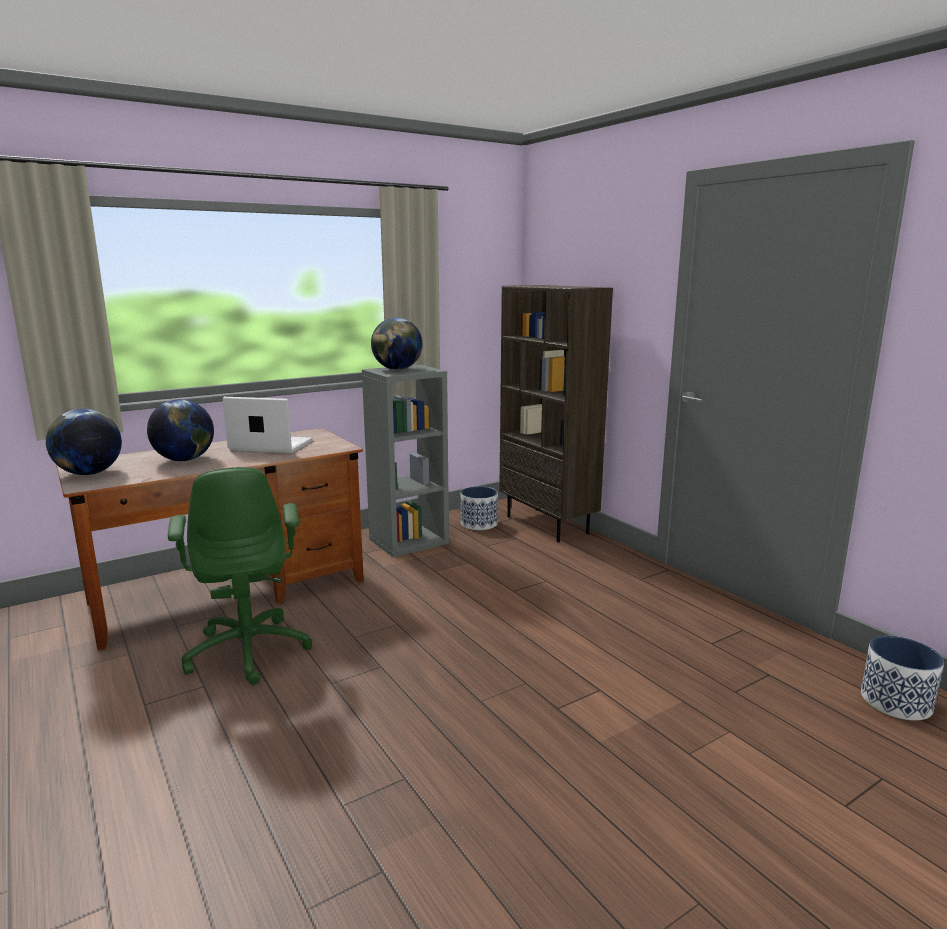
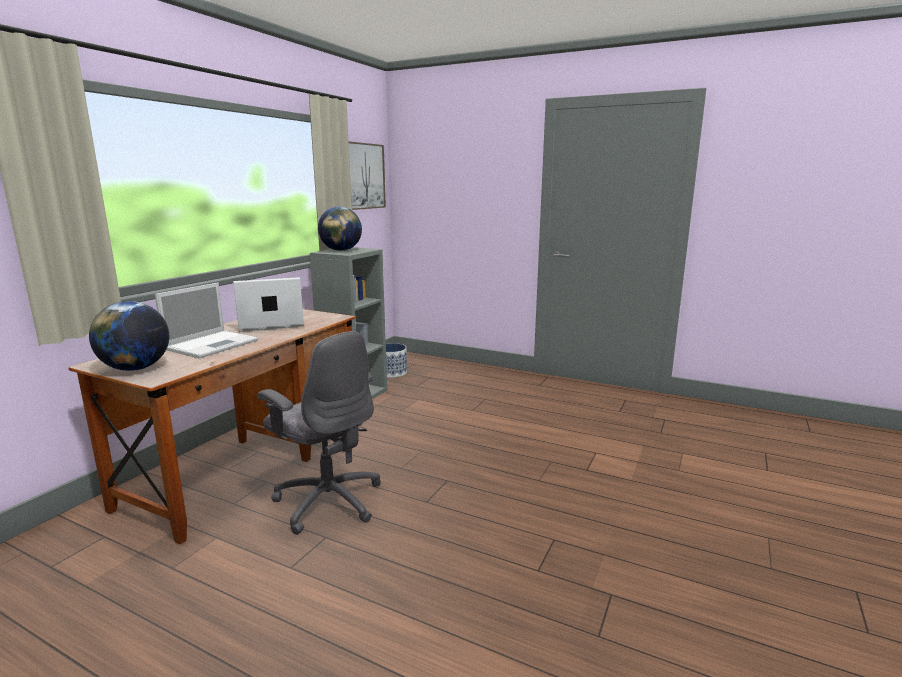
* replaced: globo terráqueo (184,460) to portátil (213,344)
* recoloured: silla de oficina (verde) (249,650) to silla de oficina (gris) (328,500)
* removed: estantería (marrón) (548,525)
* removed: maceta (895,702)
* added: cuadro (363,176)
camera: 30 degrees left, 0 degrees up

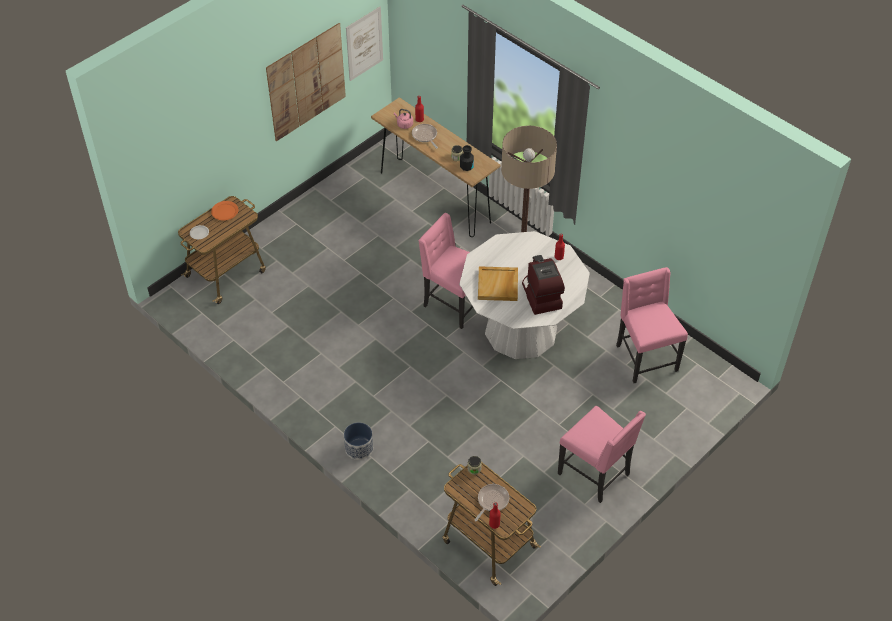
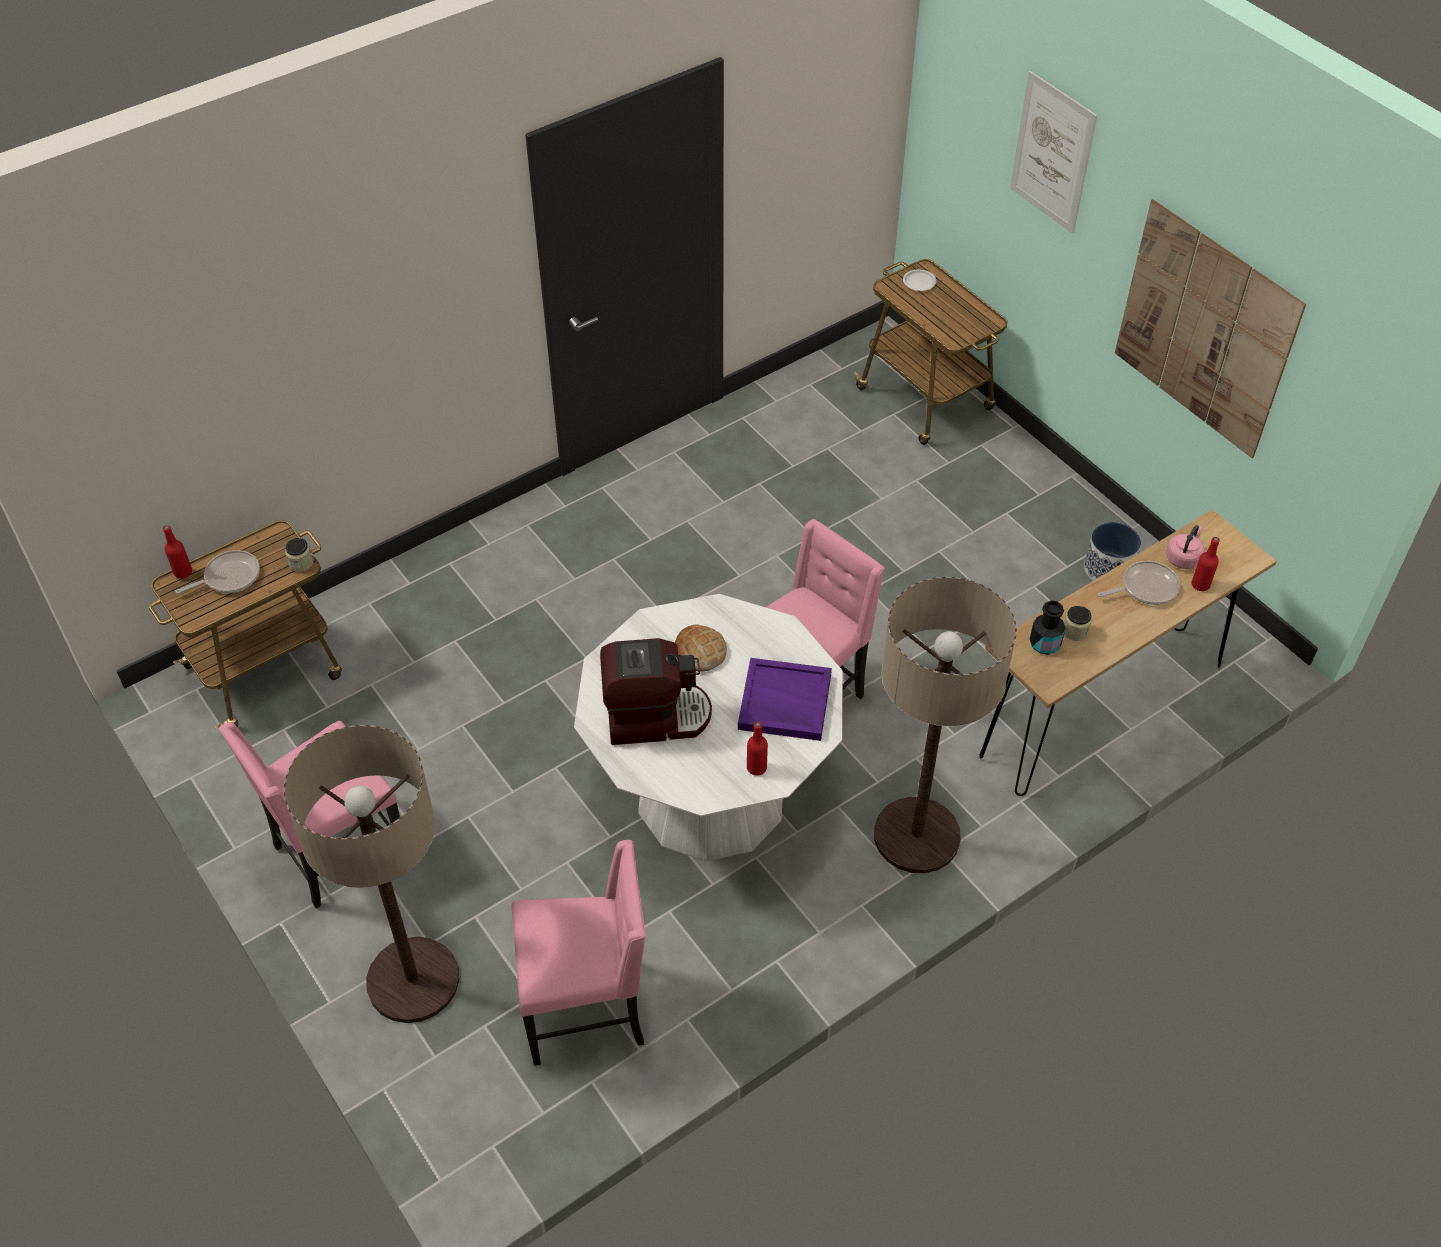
* removed: plato (naranja) (225,212)
* moved: maceta (359,448) to (1108,569)
* moved: cuadro (364,43) to (1052,153)
* turned: sartén (491,501) = (229,577) 75 degrees counterclockwise
* replaced: bandeja (beis) (498,285) to pan (699,652)
* added: lámpara de pie (413,980)
* added: bandeja (morado) (784,702)
camera: 100 degrees right, 0 degrees up

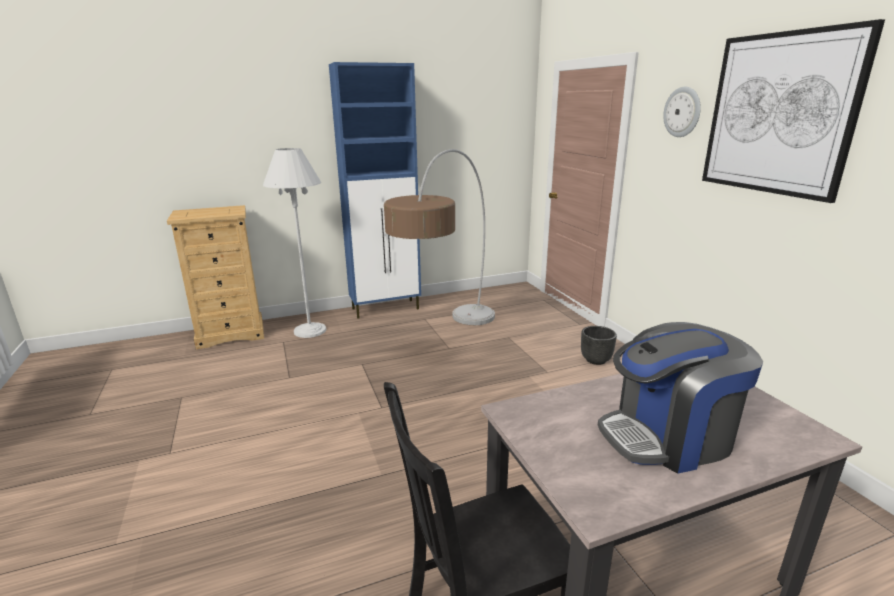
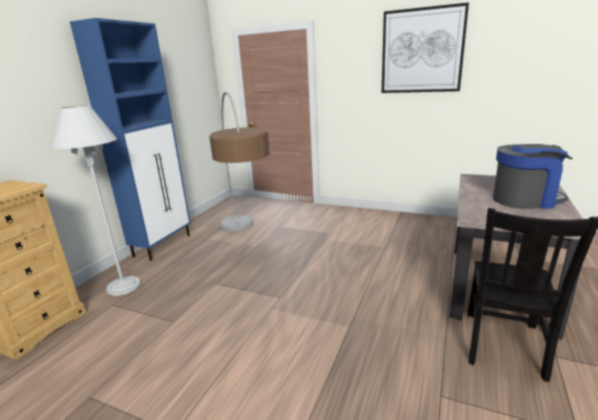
* removed: maceta (negro) (596,360)
* turned: cafetera (668,437) = (525,200) 120 degrees counterclockwise
* removed: reloj de pared (682,112)
camera: 45 degrees left, 0 degrees up

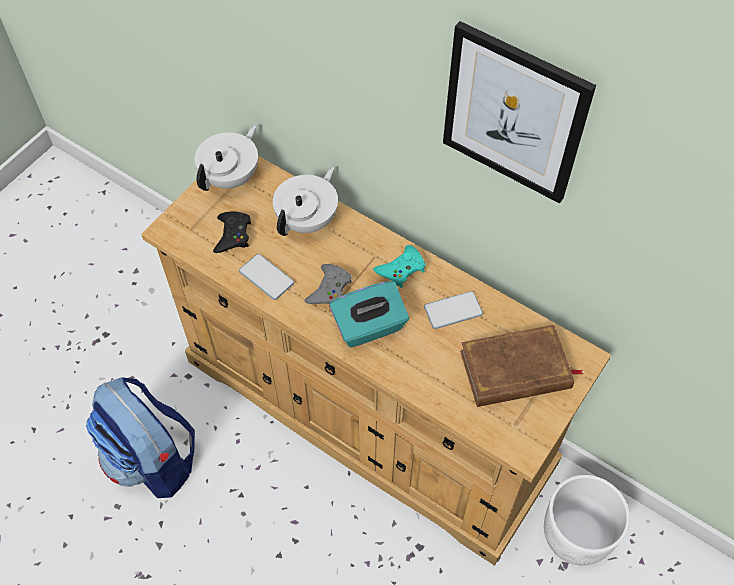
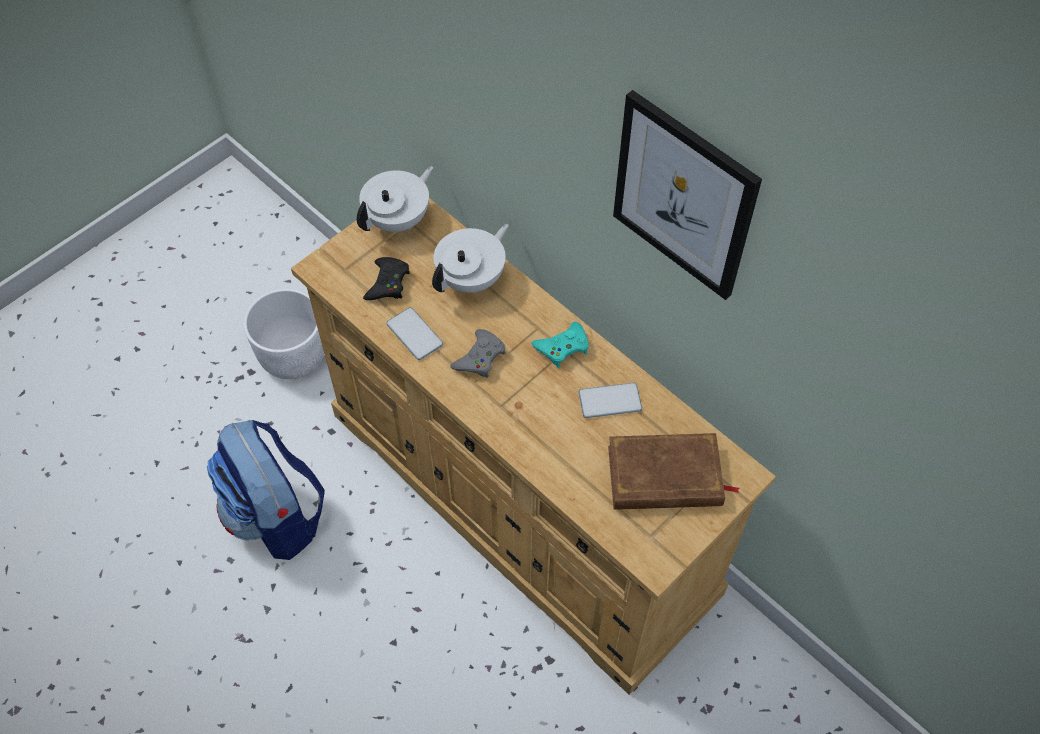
* removed: caja de pañuelos (turquesa) (369,327)
* moved: maceta (blanco) (577,534) to (294,355)
camera: 10 degrees right, 0 degrees up

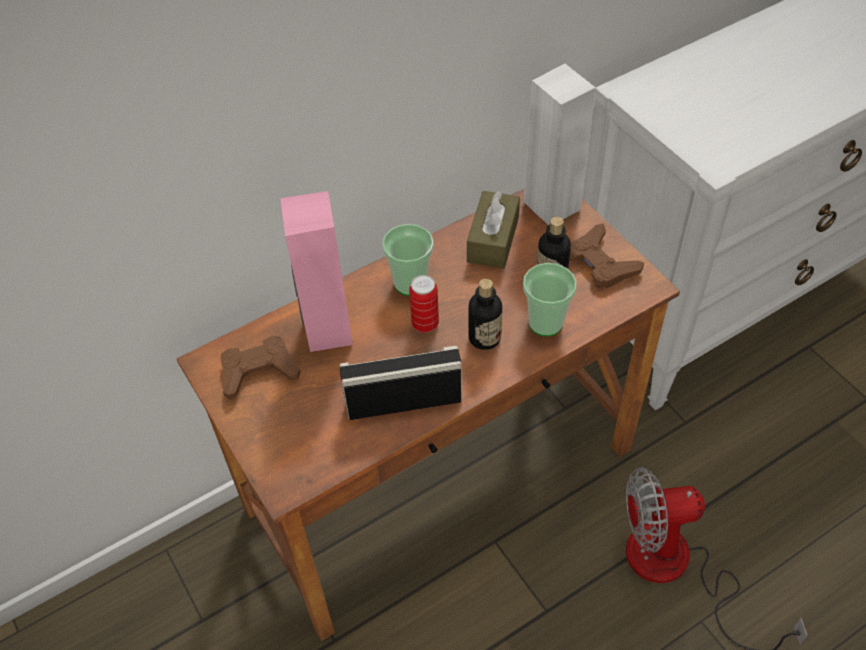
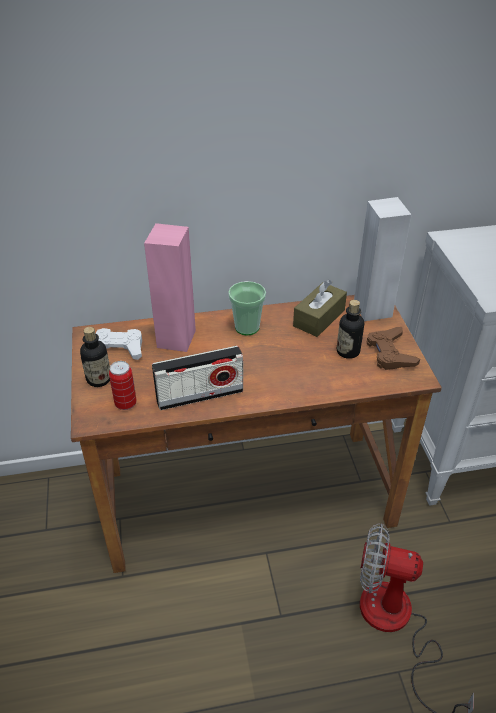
* recoloured: mando de consola (marrón) (258,371) to mando de consola (blanco) (117,349)
* turned: radio (403,401) = (200,395) 150 degrees clockwise
* moved: lata (425,324) to (126,404)
* moved: botella (484,338) to (99,379)
* removed: taza (545,323)
camera: 20 degrees right, 10 degrees down

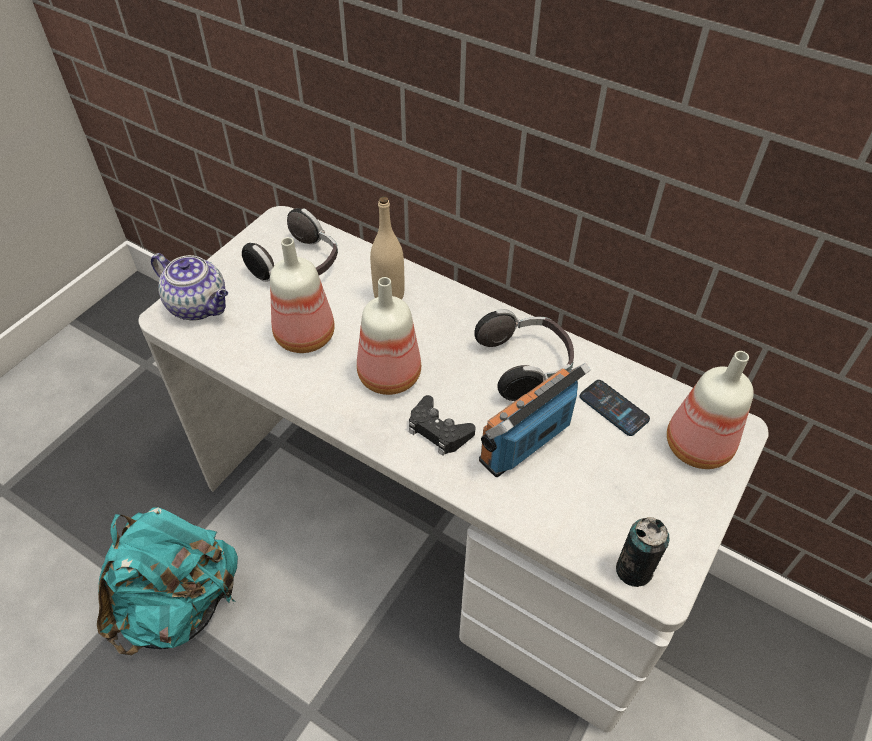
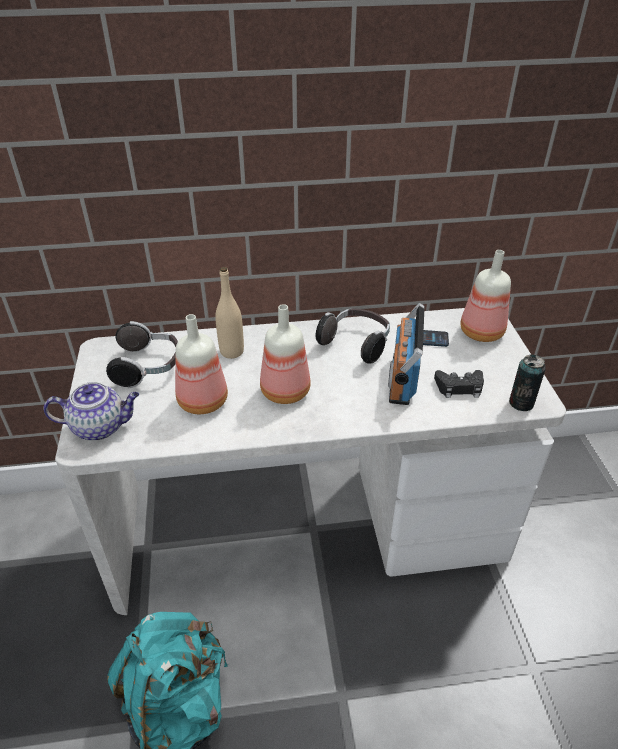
* moved: mando de consola (negro) (438,430) to (459,387)
camera: 40 degrees left, 10 degrees down

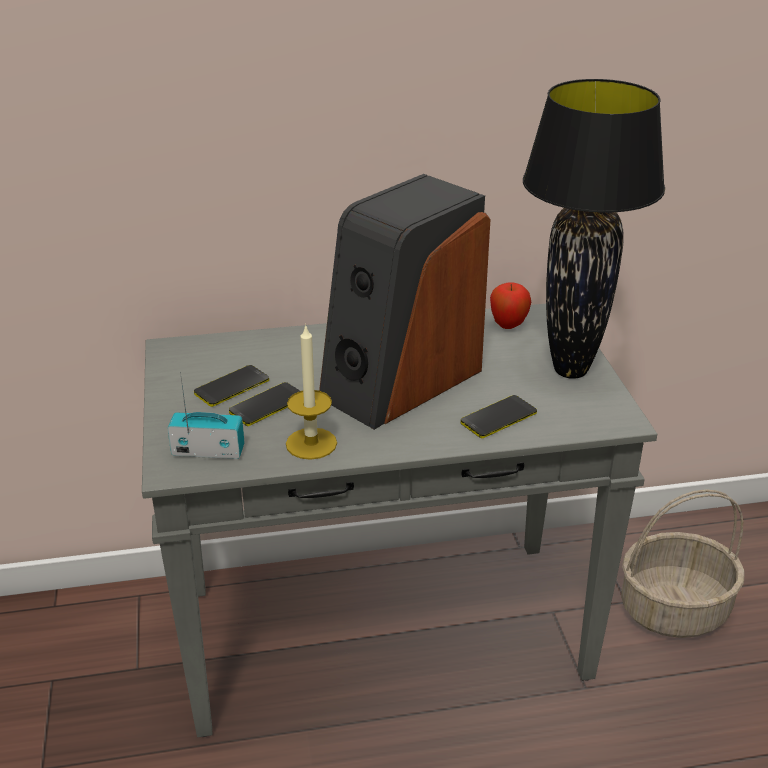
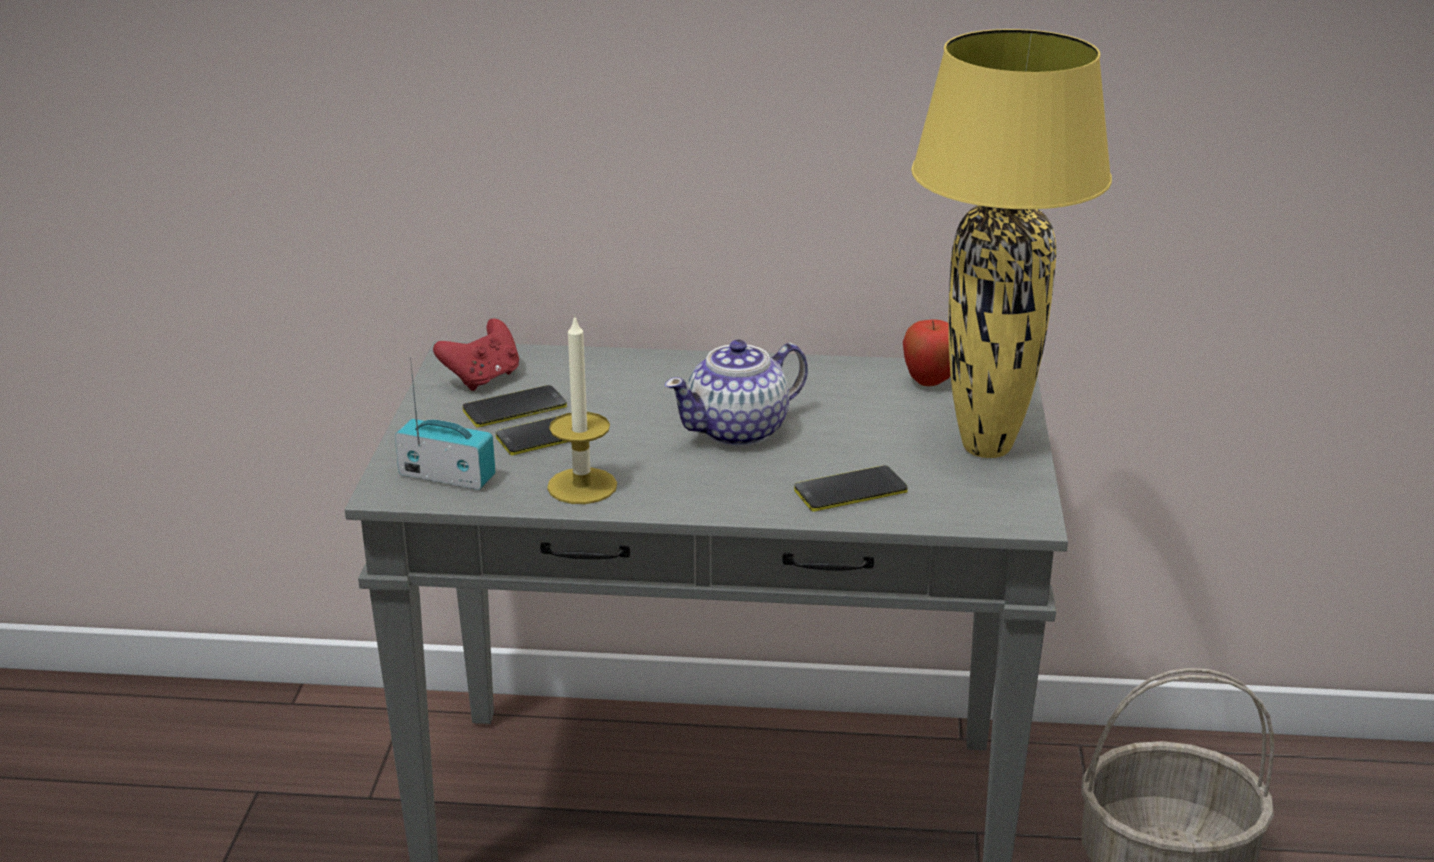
* replaced: altavoz (400,382) to tetera (739,431)
* recoloured: lámpara de mesa (negro) (569,370) to lámpara de mesa (amarillo) (985,447)
* added: mando de consola (rojo) (483,379)
camera: 15 degrees right, 5 degrees down

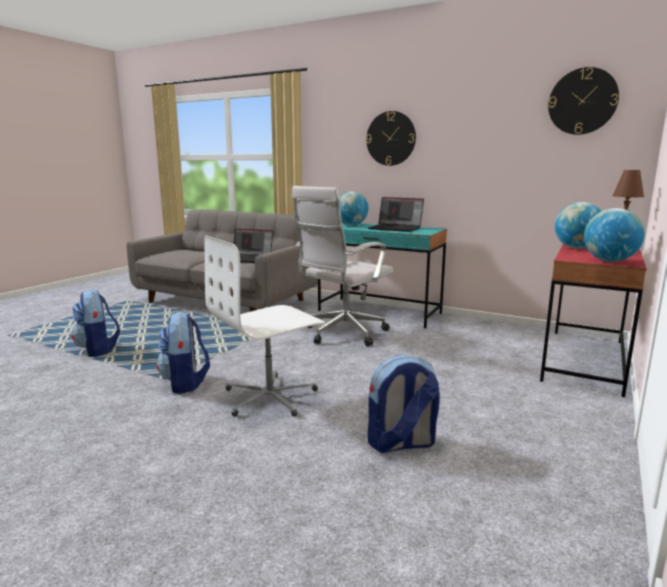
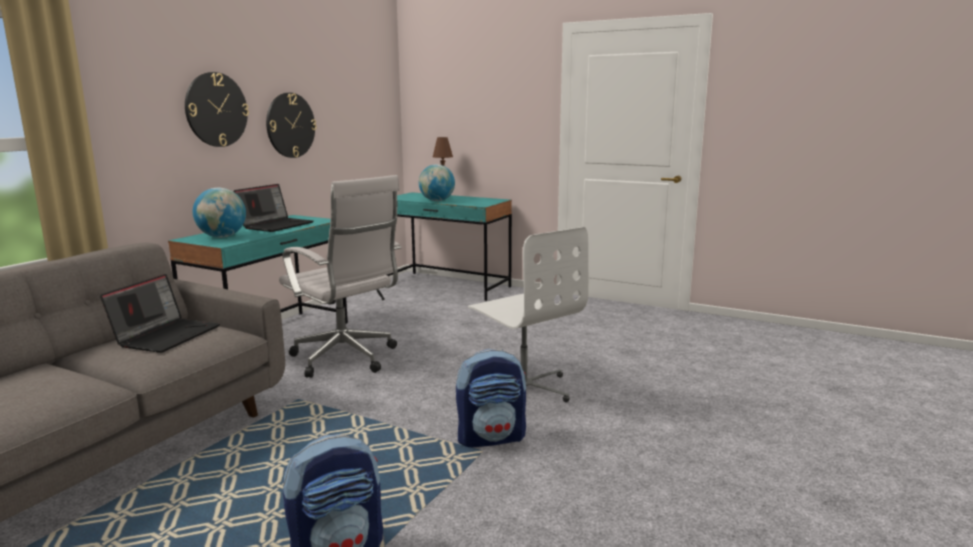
* removed: mochila (401,444)
* recoloured: escritorio (rojo) (584,360) to escritorio (turquesa) (447,286)
* moved: reloj de pared (582,101) to (290,125)
* removed: globo terráqueo (609,261)
camera: 90 degrees left, 0 degrees up

